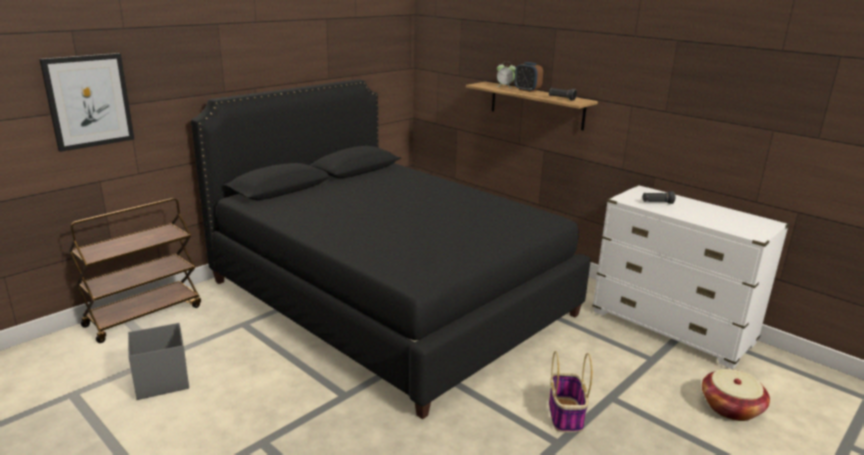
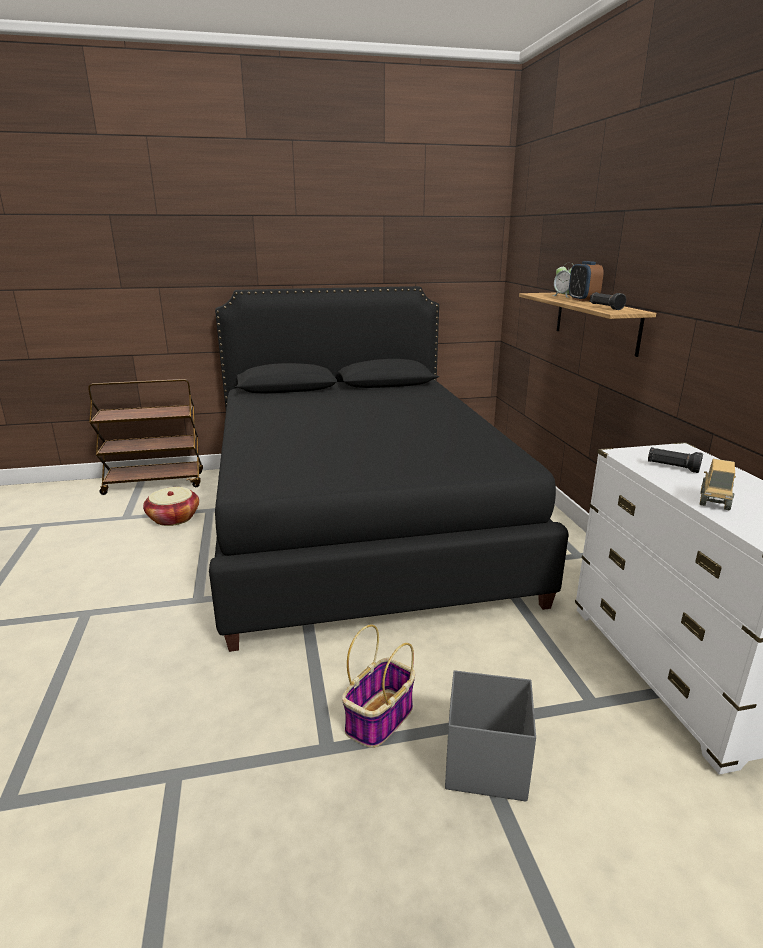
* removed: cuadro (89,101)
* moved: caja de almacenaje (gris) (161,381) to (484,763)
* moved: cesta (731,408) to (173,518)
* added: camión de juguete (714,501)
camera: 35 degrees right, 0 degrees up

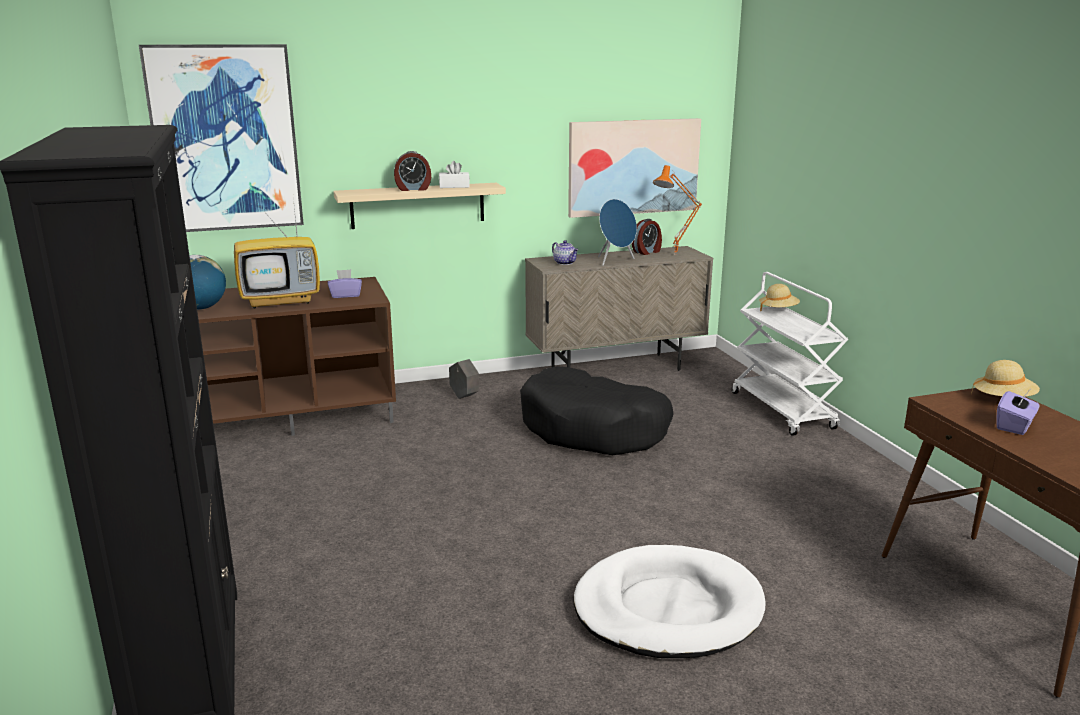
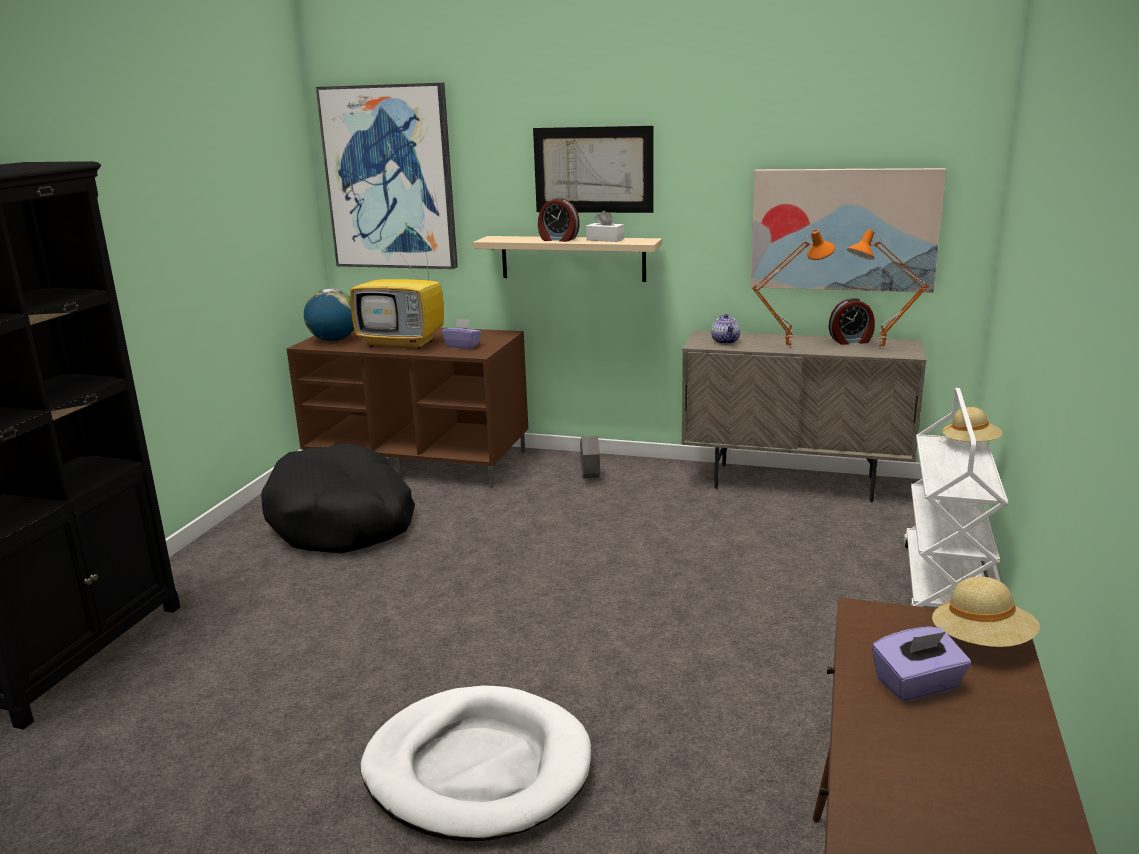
* moved: cama para perro (negro) (594,429) to (342,520)
* replaced: altavoz (azul) (615,261) to lámpara de mesa (naranja) (788,347)
* added: cuadro (593,170)
camera: 35 degrees right, 0 degrees up

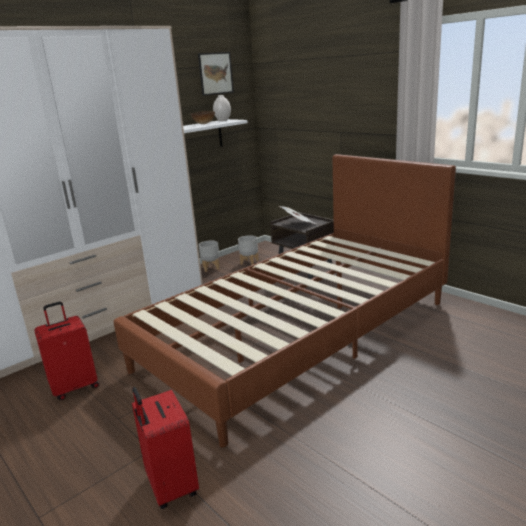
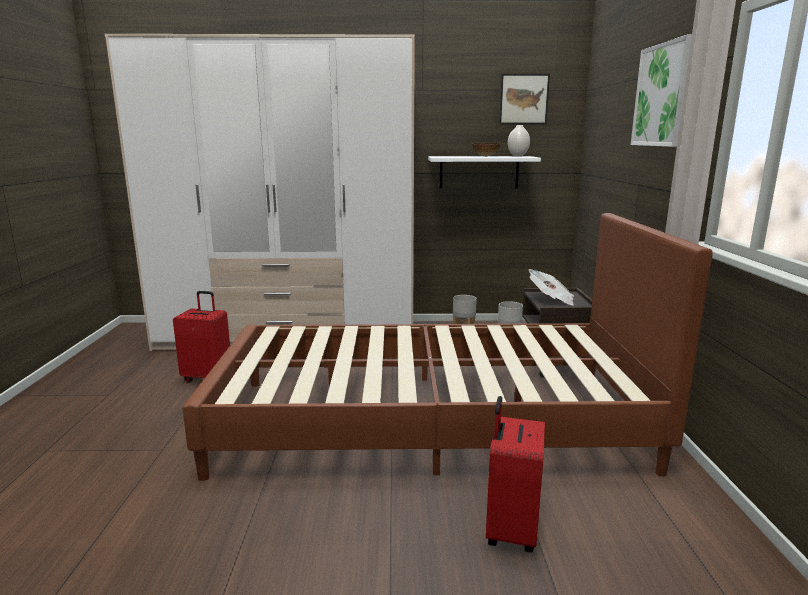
* moved: maleta (rojo) (170,487) to (510,530)
* added: cuadro (663,95)
camera: 40 degrees right, 5 degrees down

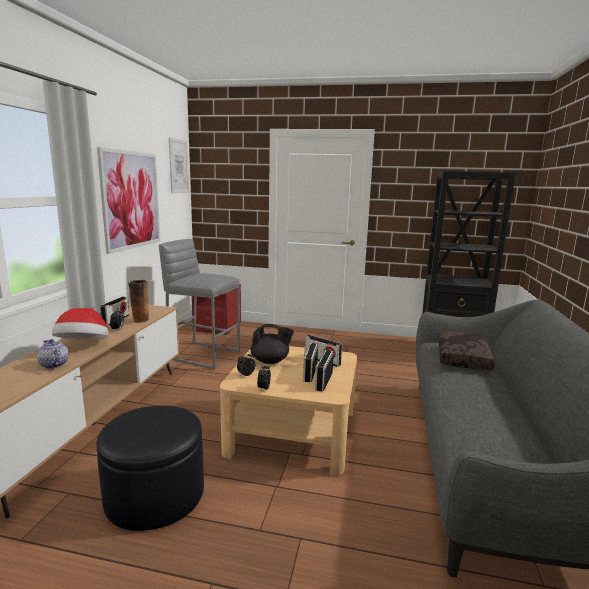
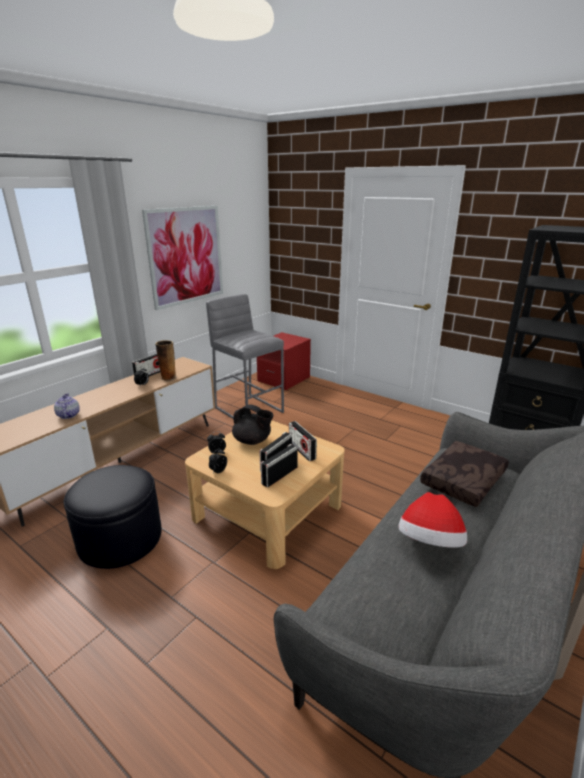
* moved: sombrero (83,345) to (430,543)
* removed: cuadro (178,166)
camera: 25 degrees right, 10 degrees up

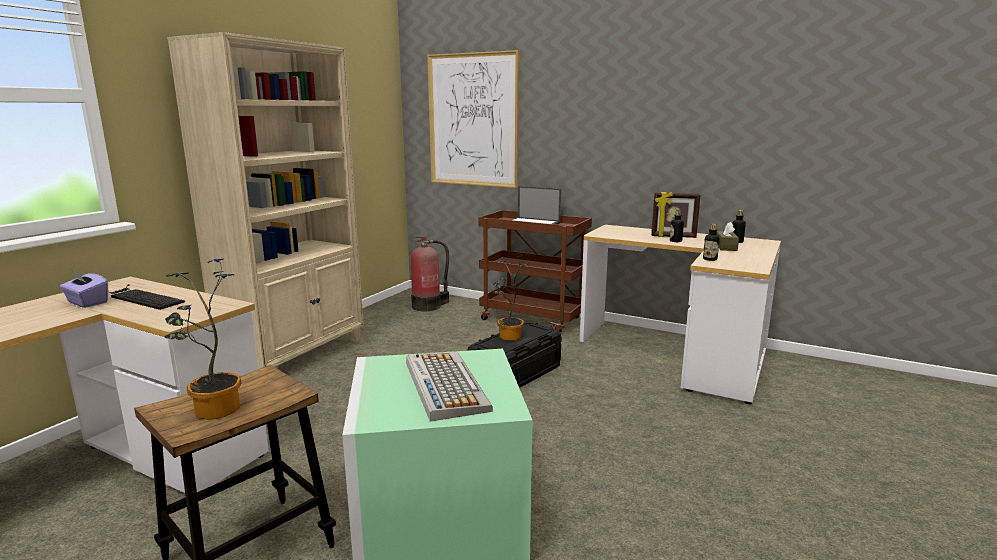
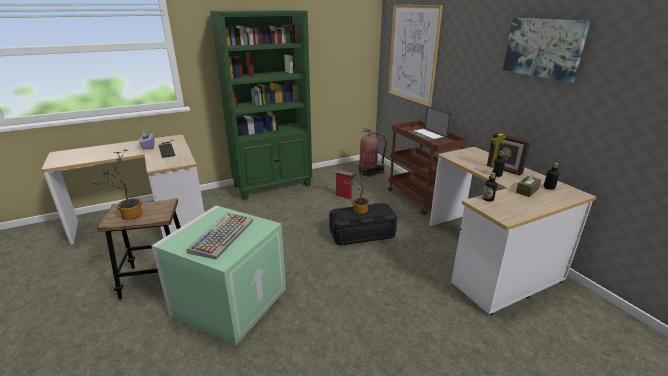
* recoloured: estantería (beis) (296,355) to estantería (verde) (273,185)
* added: caja de cartón (344,196)
* added: cuadro (543,48)
camera: 35 degrees right, 10 degrees up

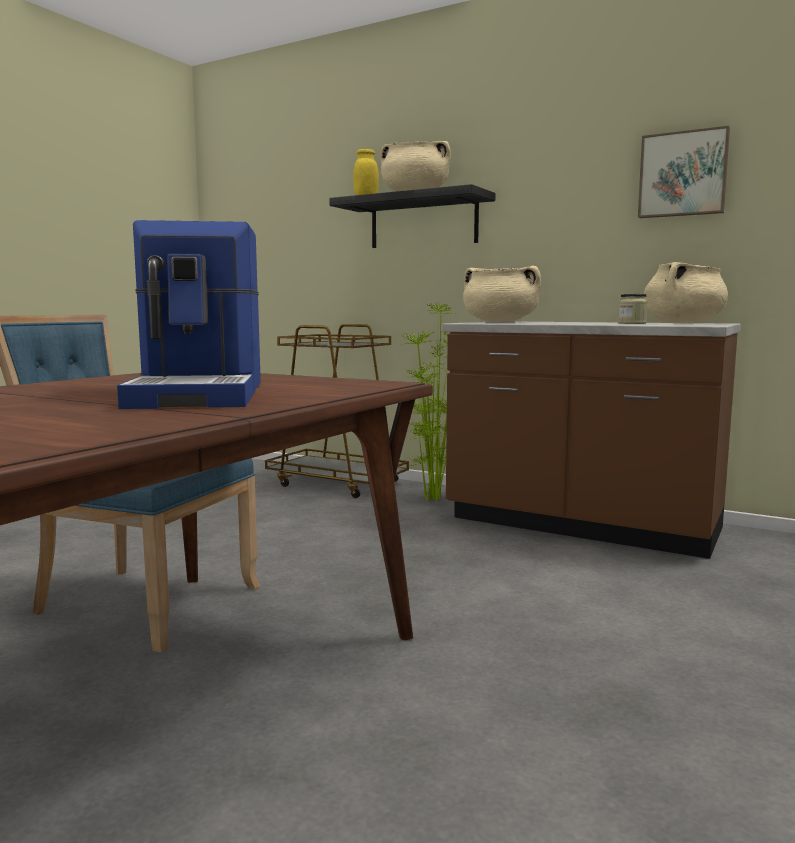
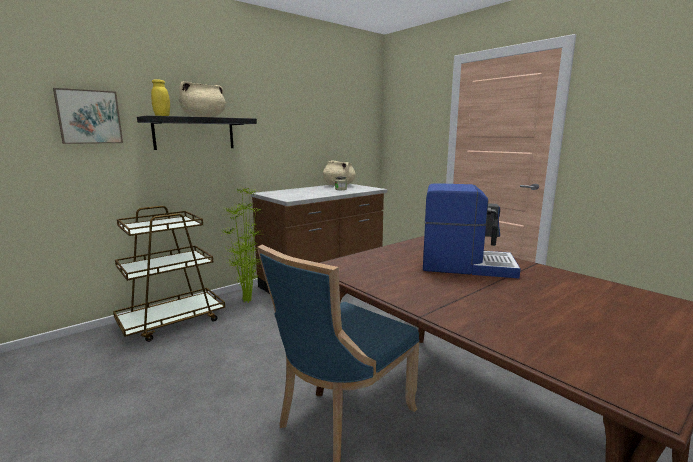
* removed: olla (beis) (500,322)
* moved: cuadro (683,174) to (89,117)
camera: 70 degrees left, 5 degrees up

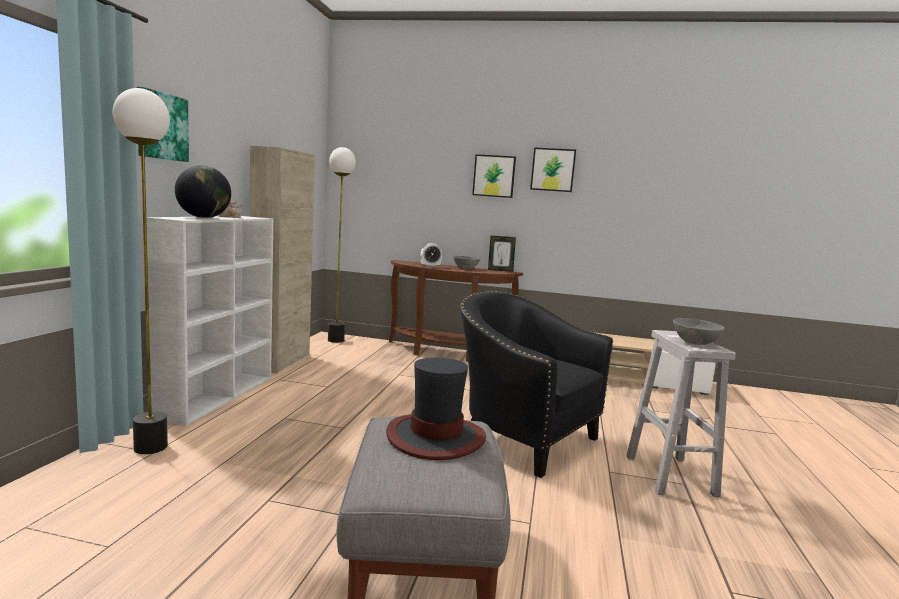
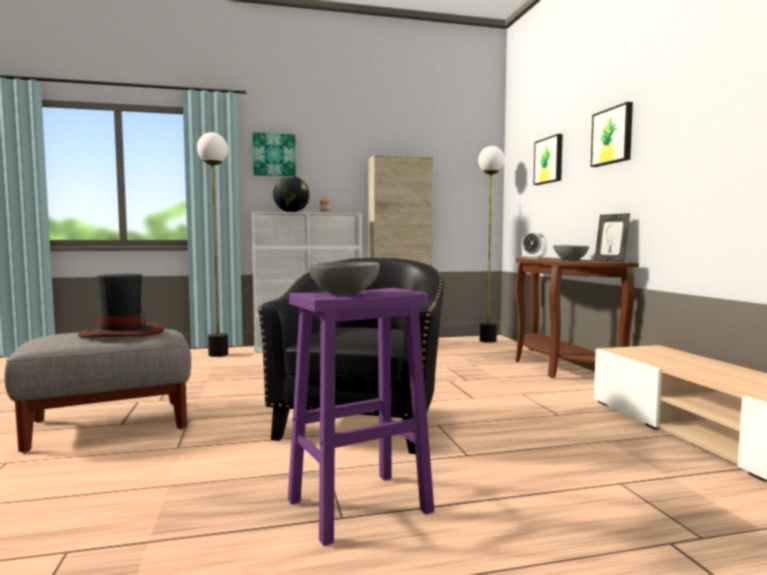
* moved: cuadro (553,170) to (549,160)
* recoloured: taburete (blanco) (671,476) to taburete (morado) (357,507)
camera: 65 degrees right, 5 degrees down

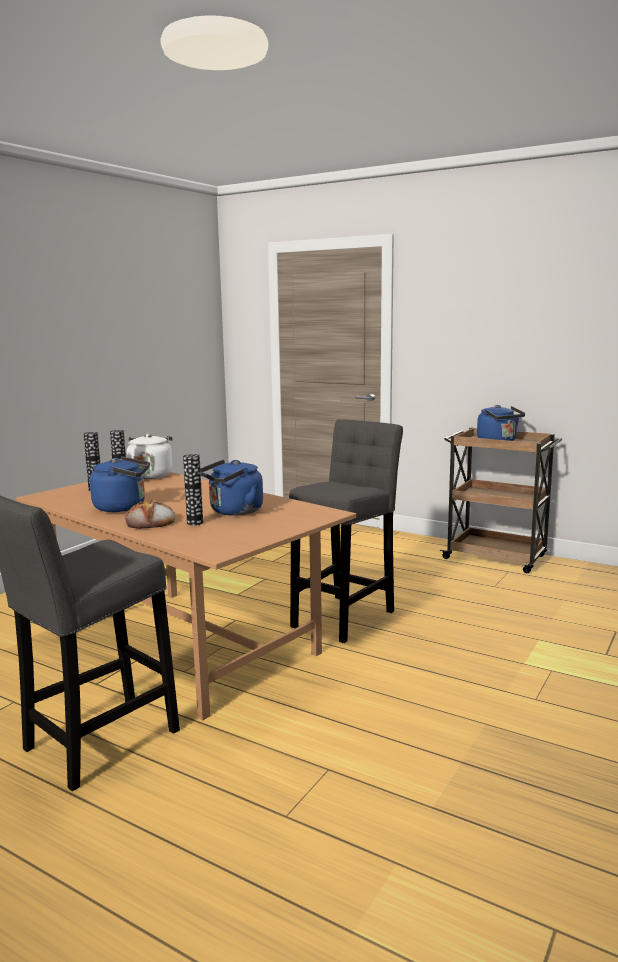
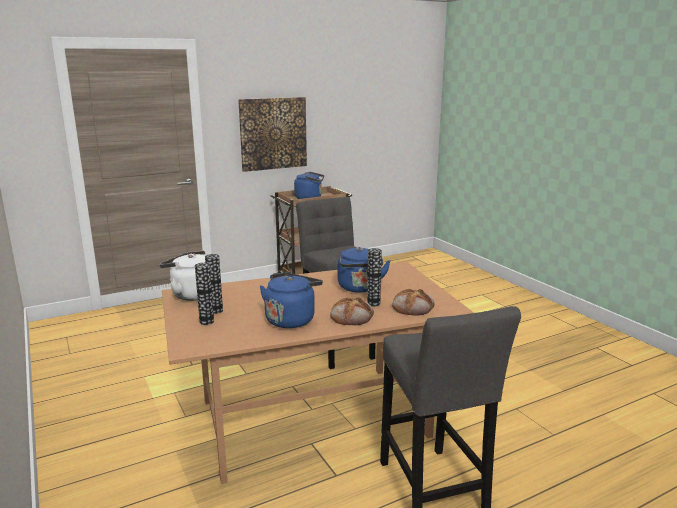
* added: cuadro (273,133)
* added: pan (413,307)
camera: 60 degrees left, 5 degrees up

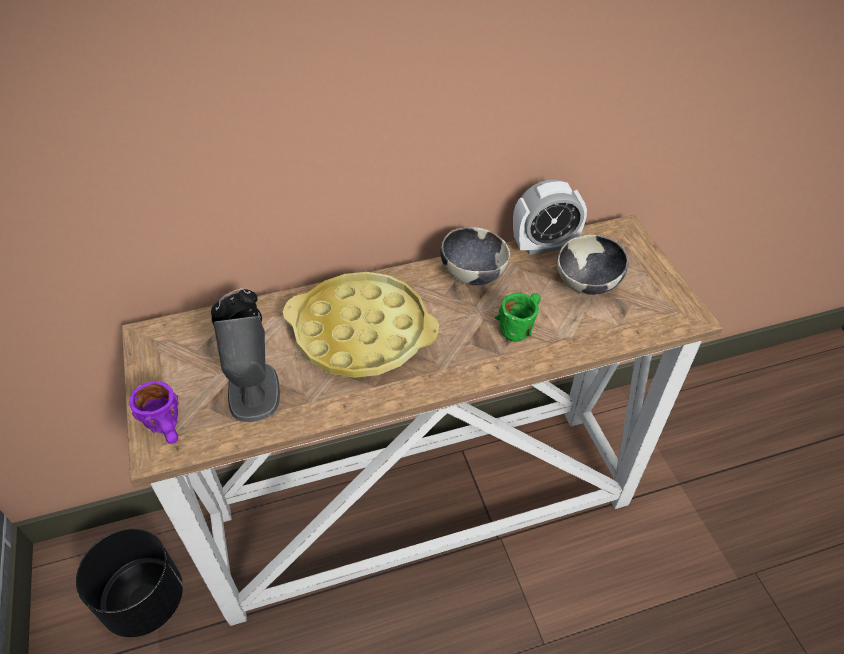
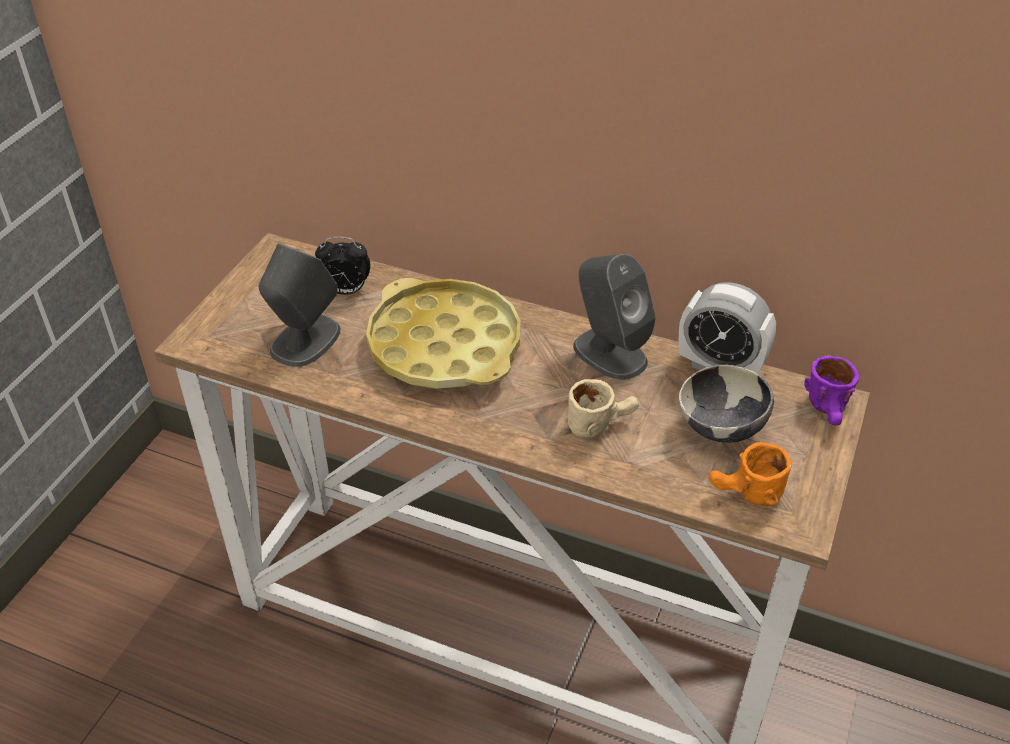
* removed: maceta (negro) (144,599)
* moved: taza grande (morado) (169,427) to (830,412)
* replaced: cuenco (472,274) to altavoz (gris) (609,353)
* recoloured: taza grande (verde) (519,324) to taza grande (beis) (600,422)
* added: taza grande (naranja) (745,495)
camera: 40 degrees right, 5 degrees down

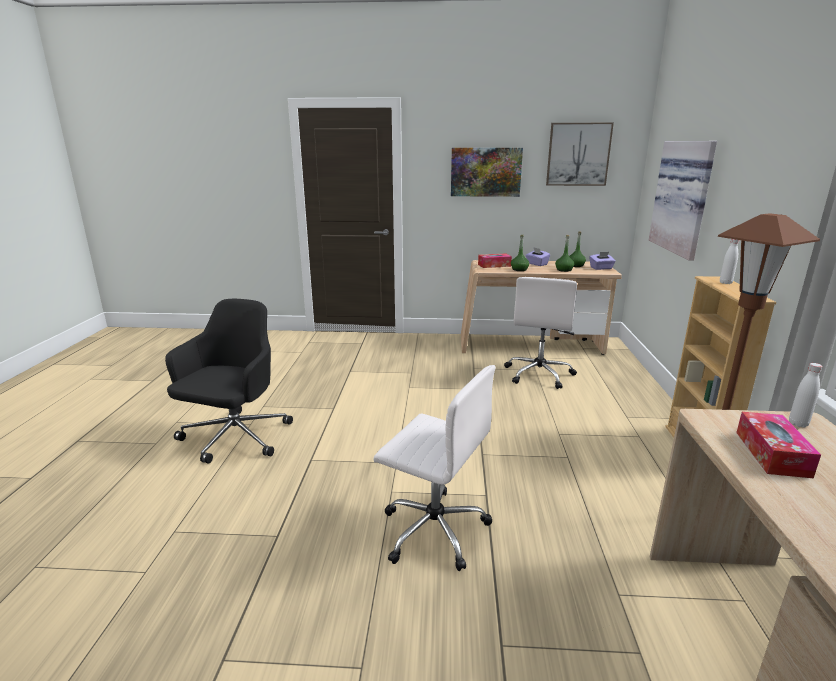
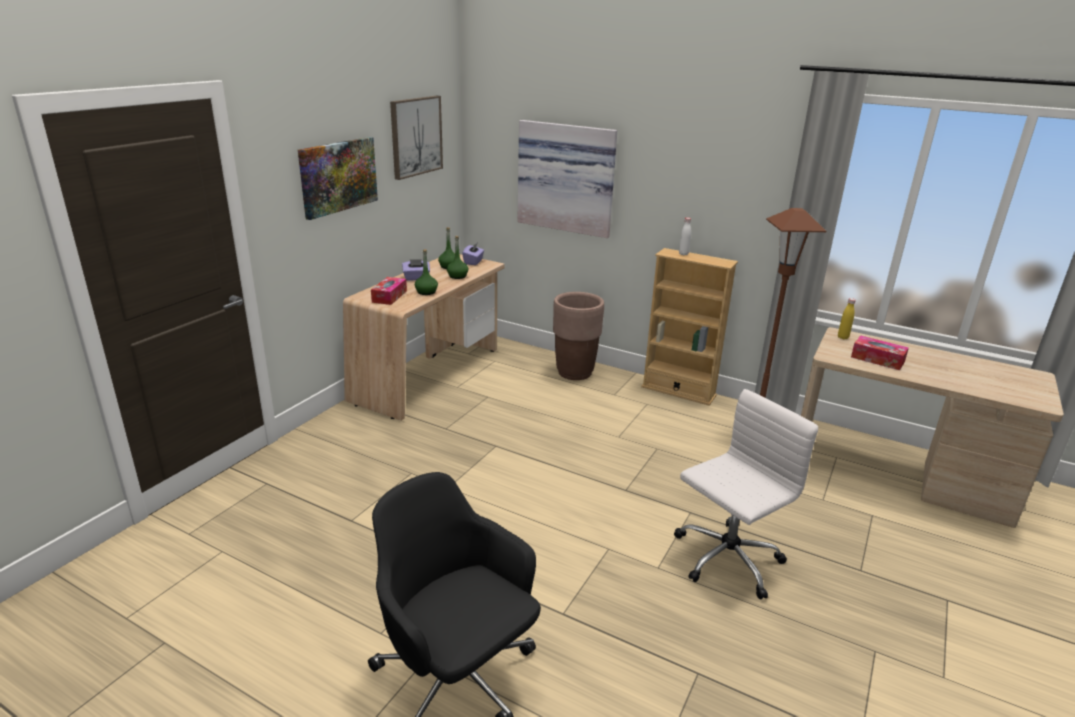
* removed: silla de oficina (blanco) (539,374)
* recoloured: botella (blanco) (798,424) to botella (amarillo) (843,337)
* added: maceta (marrón) (575,372)
camera: 65 degrees left, 5 degrees up

